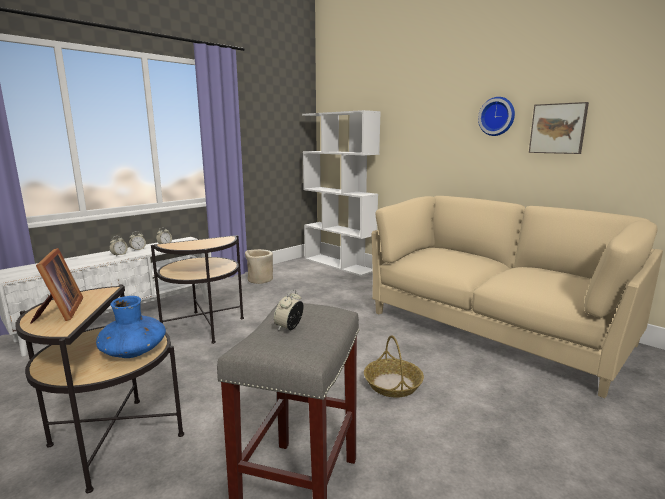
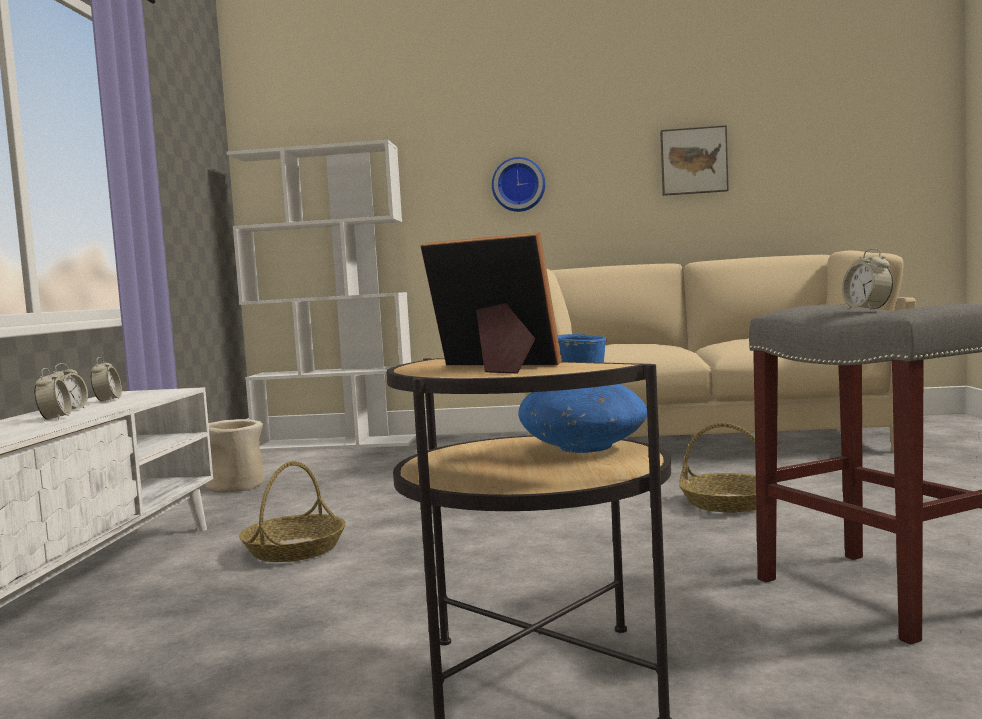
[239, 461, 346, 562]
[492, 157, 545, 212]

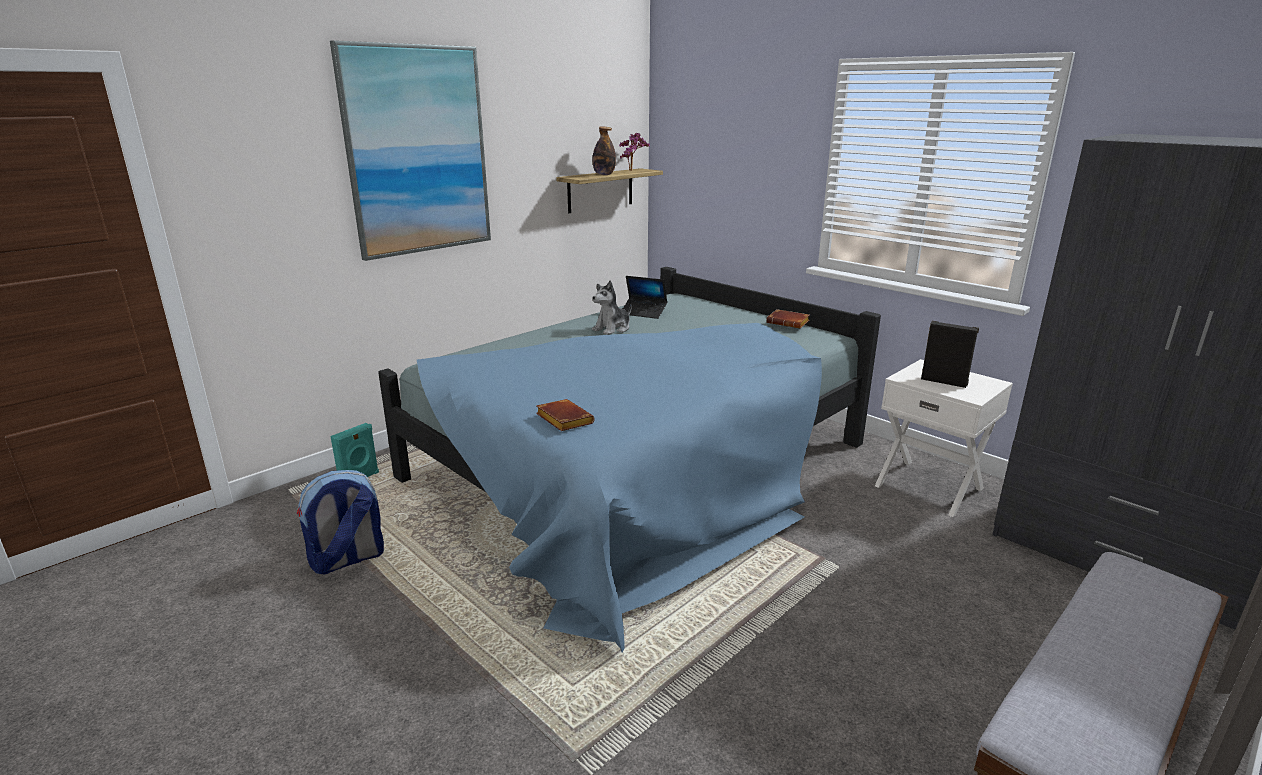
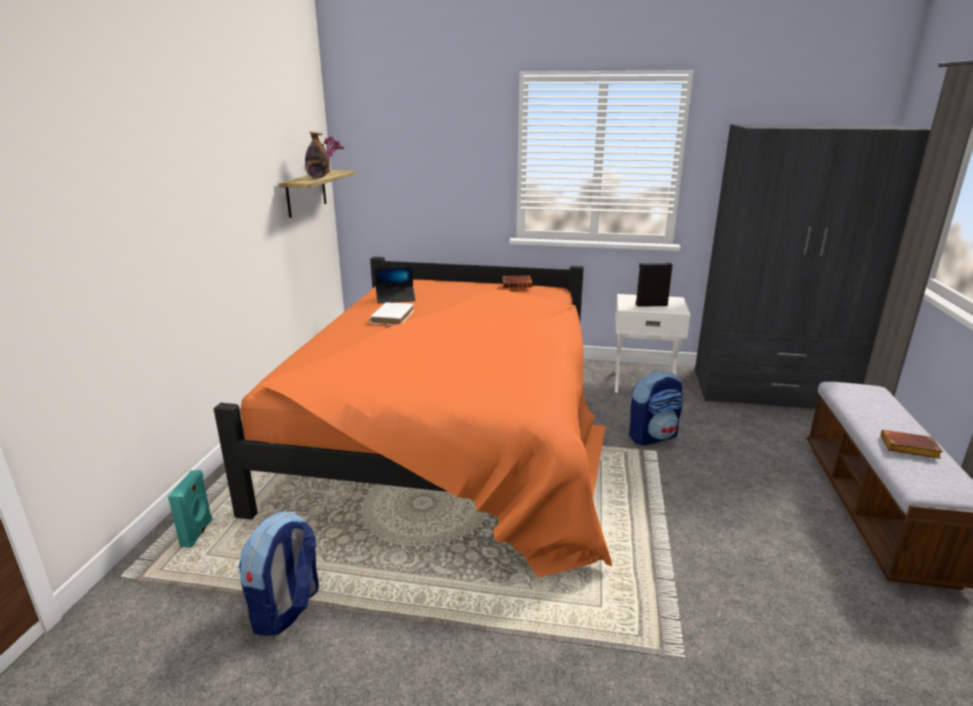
[214, 257, 612, 578]
[370, 302, 414, 325]
[629, 371, 683, 445]
[881, 430, 943, 459]
[330, 40, 491, 261] (first image)

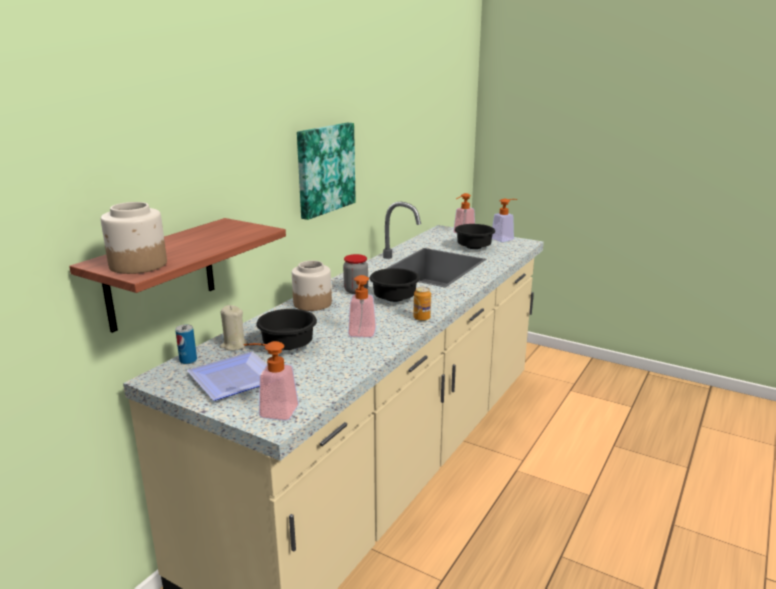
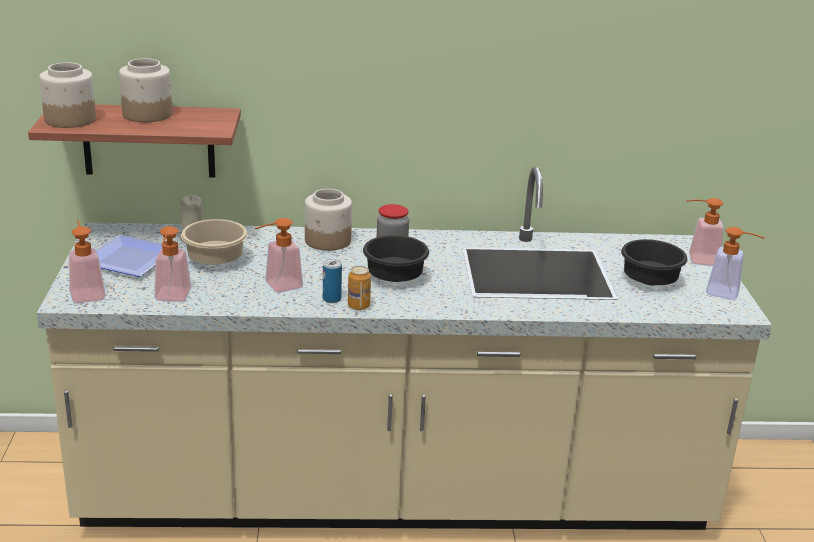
[119, 58, 172, 122]
[154, 226, 192, 302]
[181, 219, 248, 265]
[323, 259, 342, 303]
[297, 123, 356, 220] (first image)

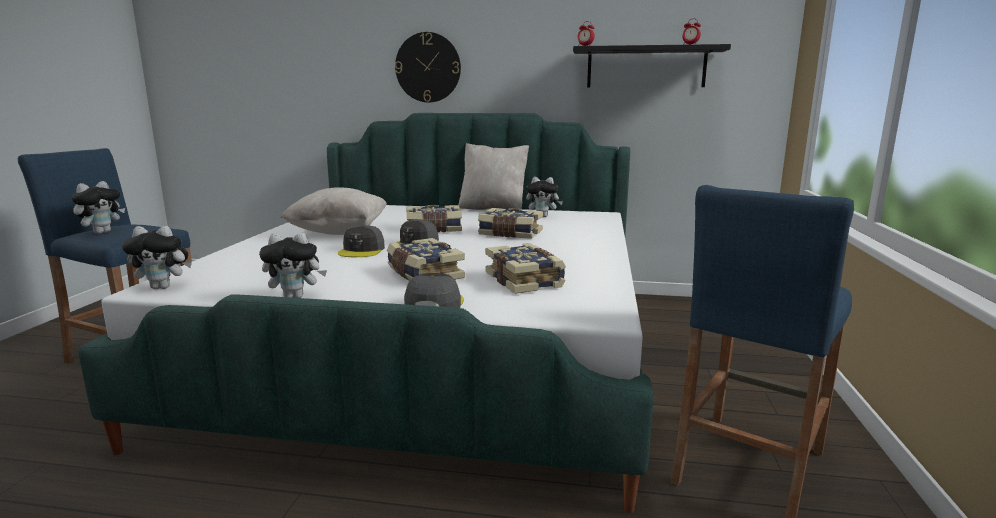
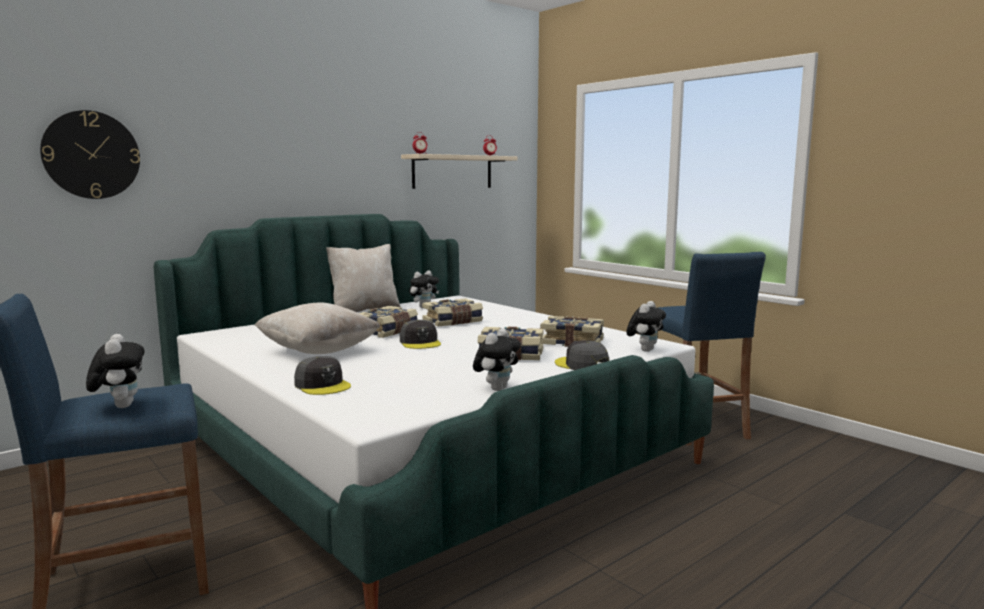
[40, 110, 140, 199]
[294, 356, 351, 395]
[401, 154, 518, 189]
[626, 301, 666, 352]

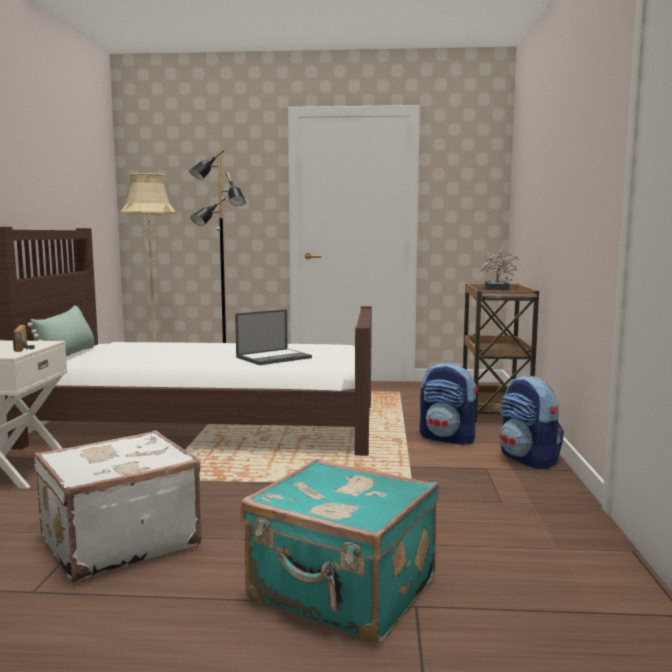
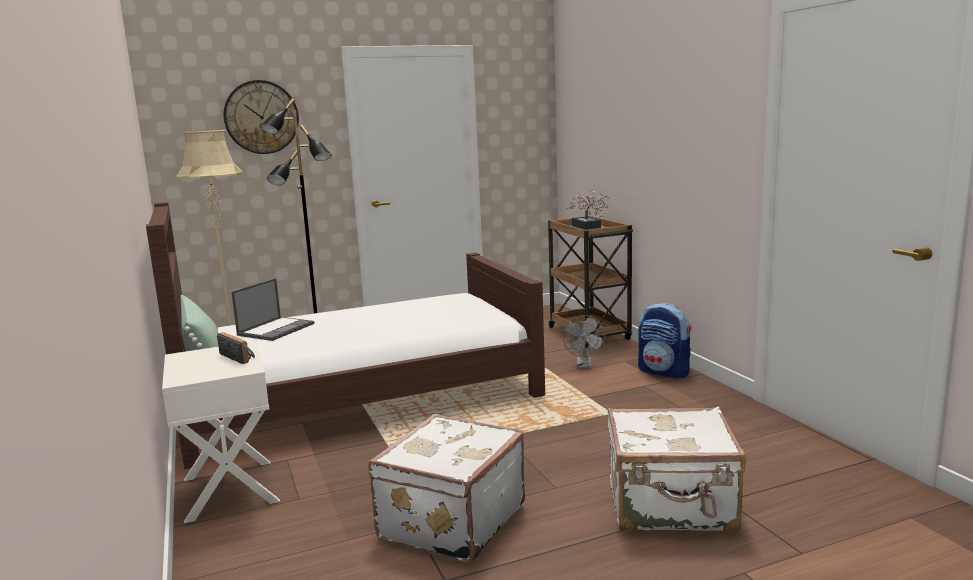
[224, 80, 299, 154]
[231, 278, 315, 341]
[563, 315, 606, 368]
[608, 407, 746, 531]

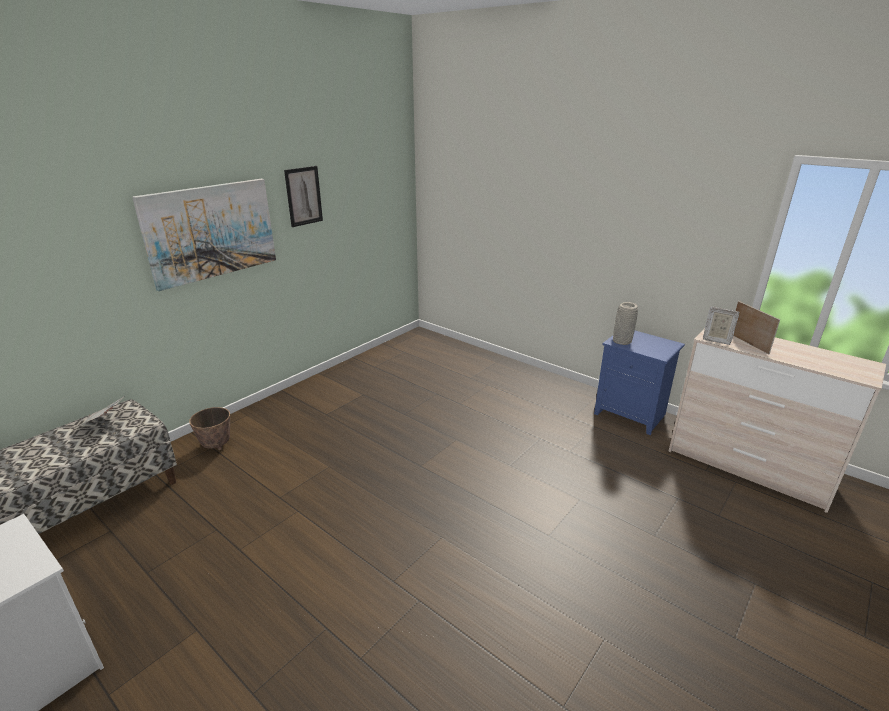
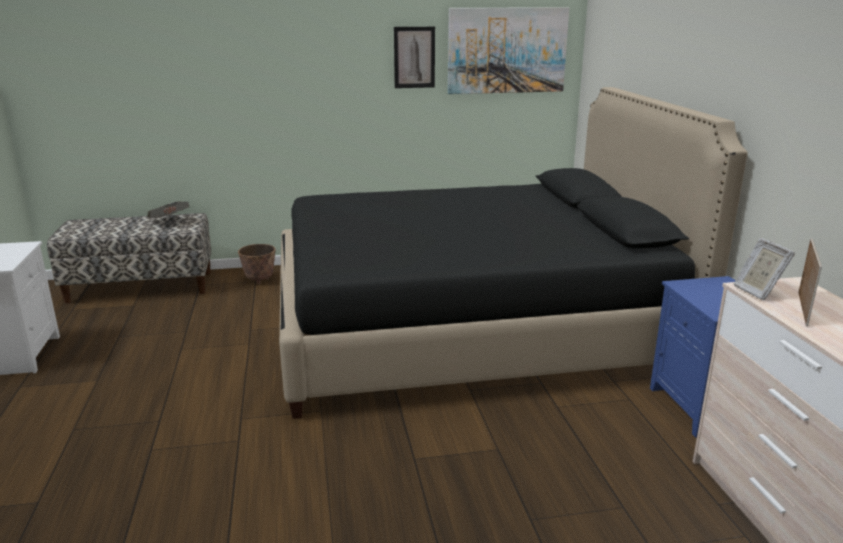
[279, 87, 748, 419]
[448, 7, 569, 94]
[613, 302, 638, 345] (first image)

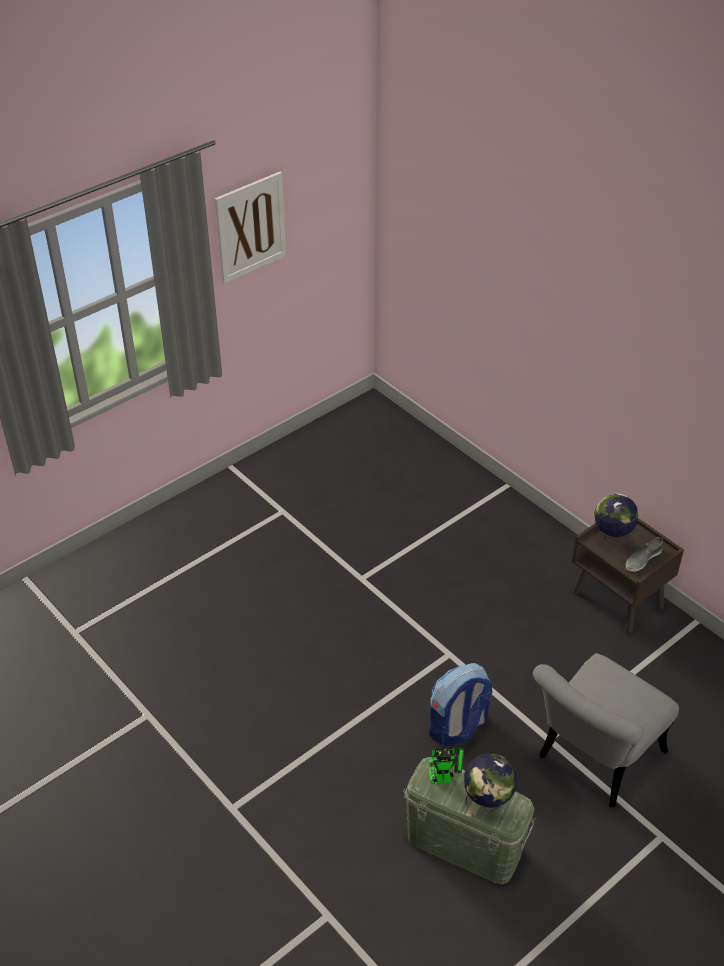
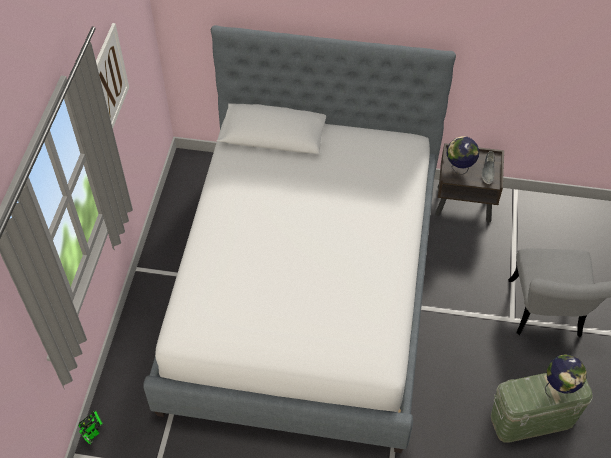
[78, 410, 103, 445]
[143, 25, 456, 453]
[429, 663, 492, 746] (first image)

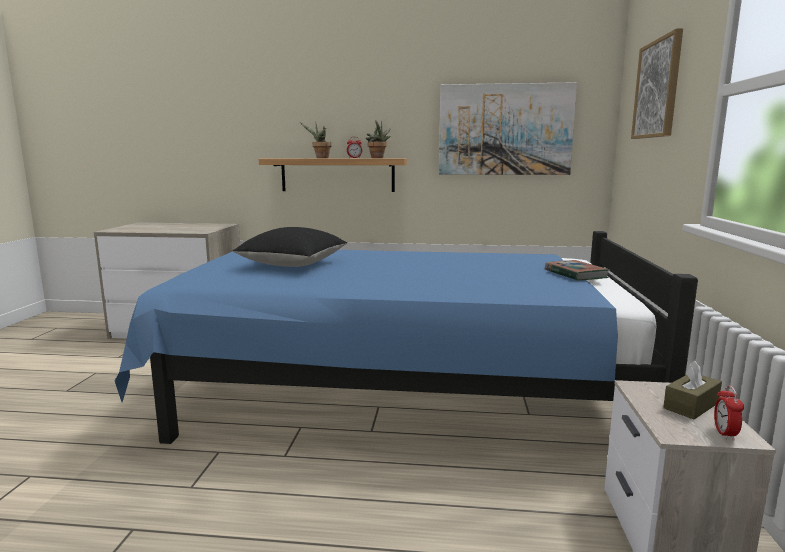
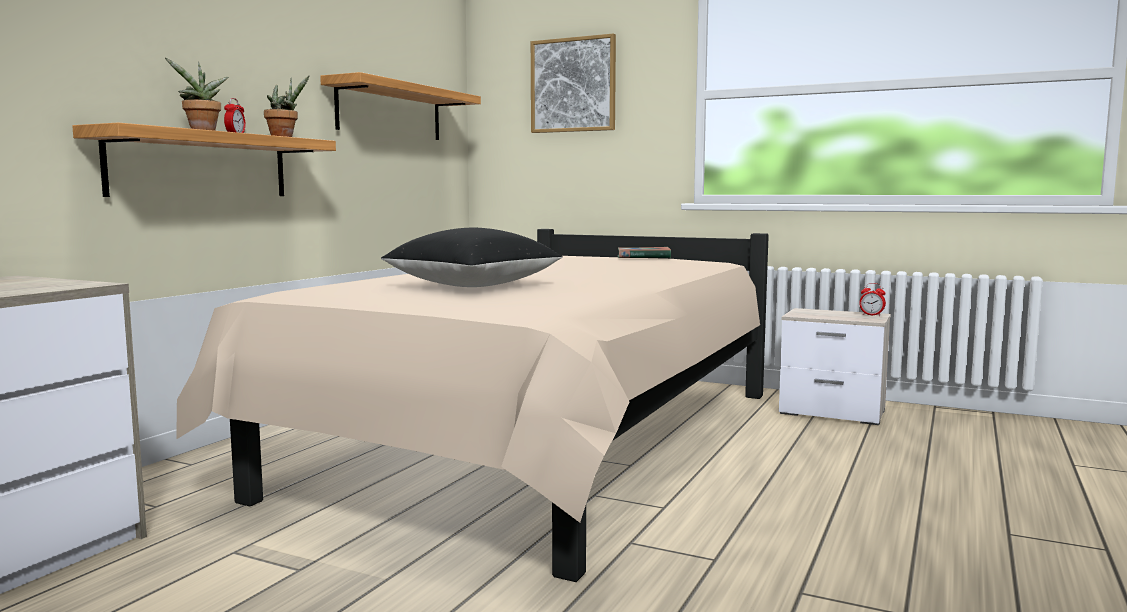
[176, 229, 769, 582]
[320, 72, 481, 140]
[663, 361, 722, 419] (first image)

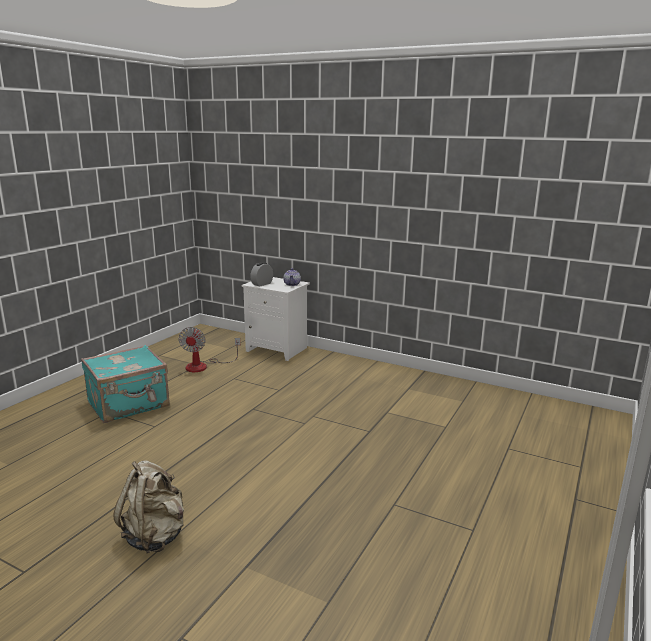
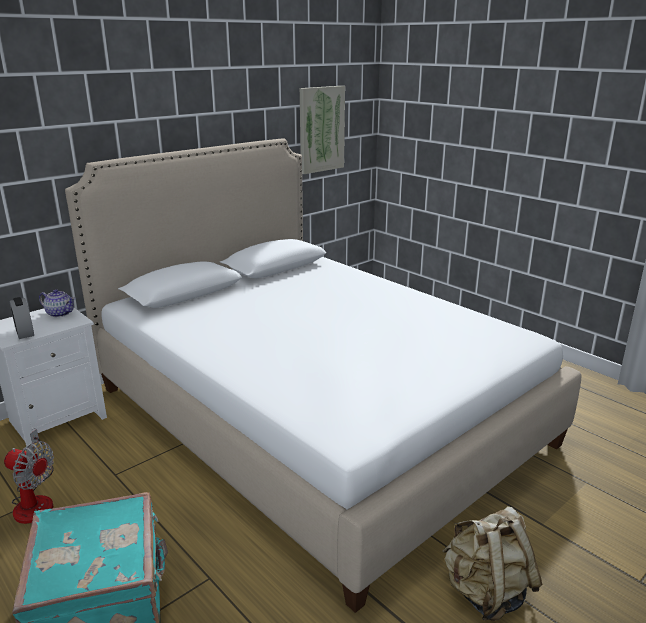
[65, 138, 581, 613]
[300, 86, 345, 174]

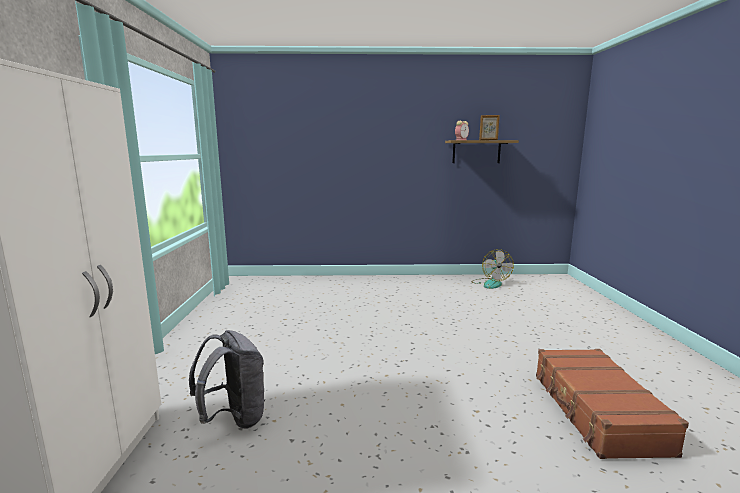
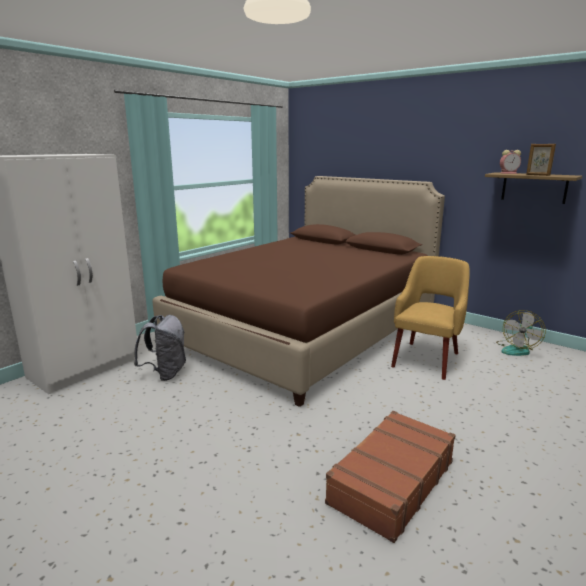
[152, 176, 445, 407]
[391, 256, 470, 380]

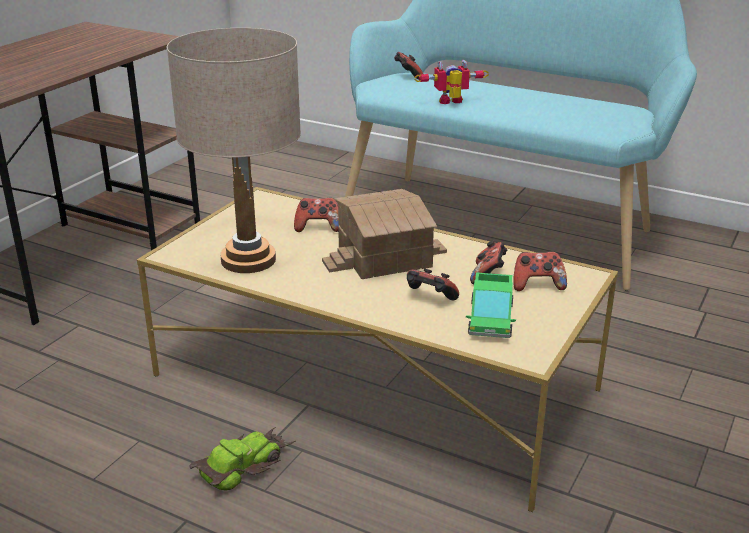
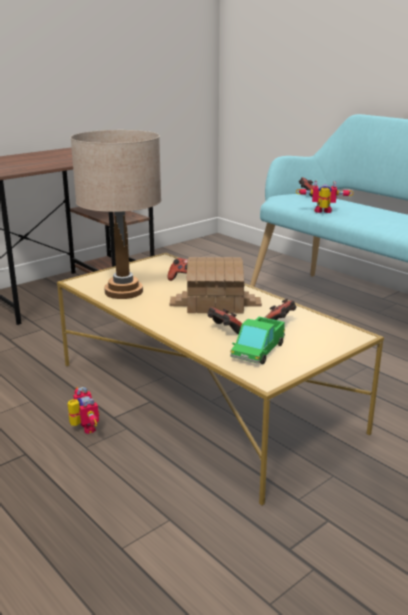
[68, 387, 99, 434]
[513, 252, 567, 291] (first image)

